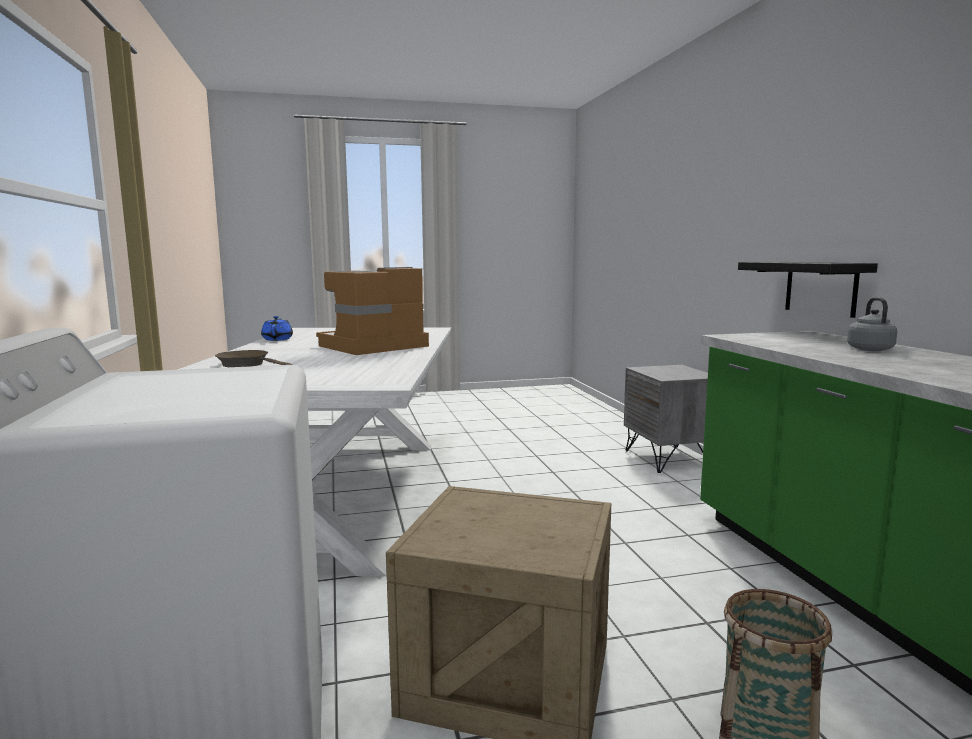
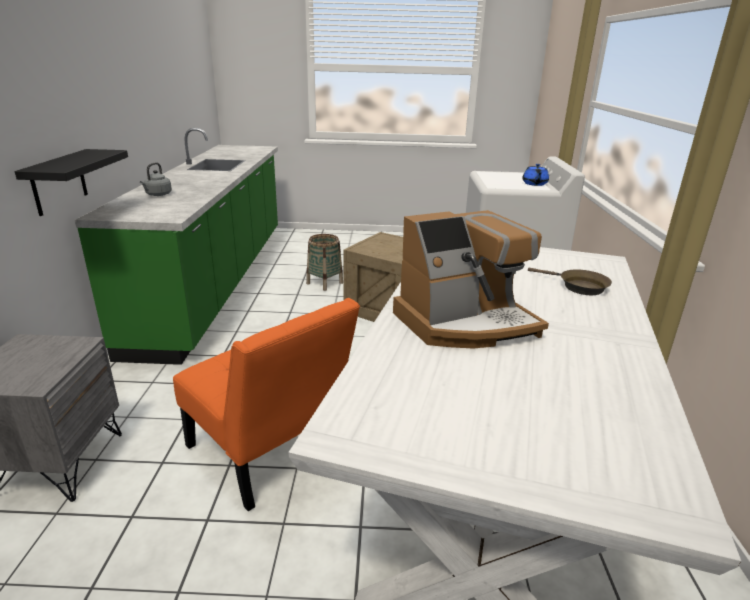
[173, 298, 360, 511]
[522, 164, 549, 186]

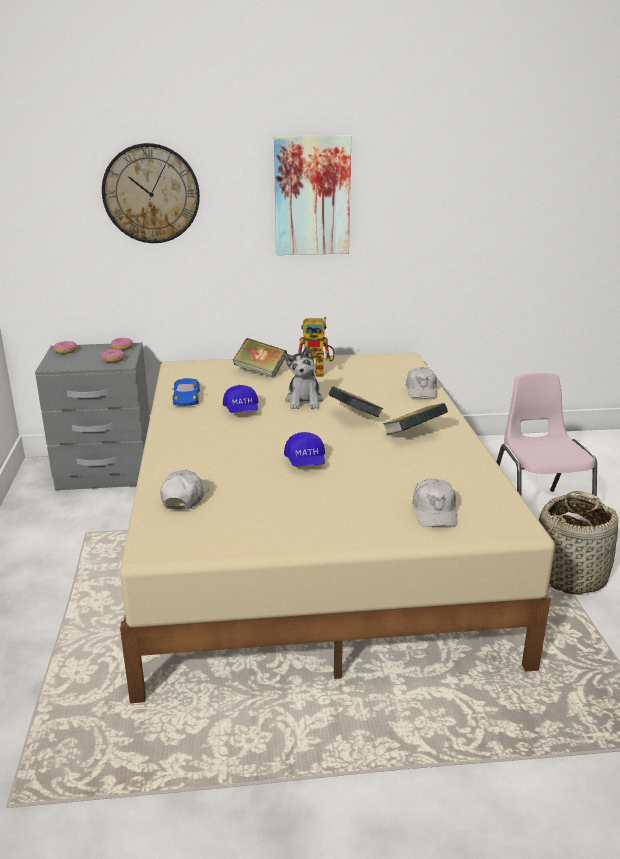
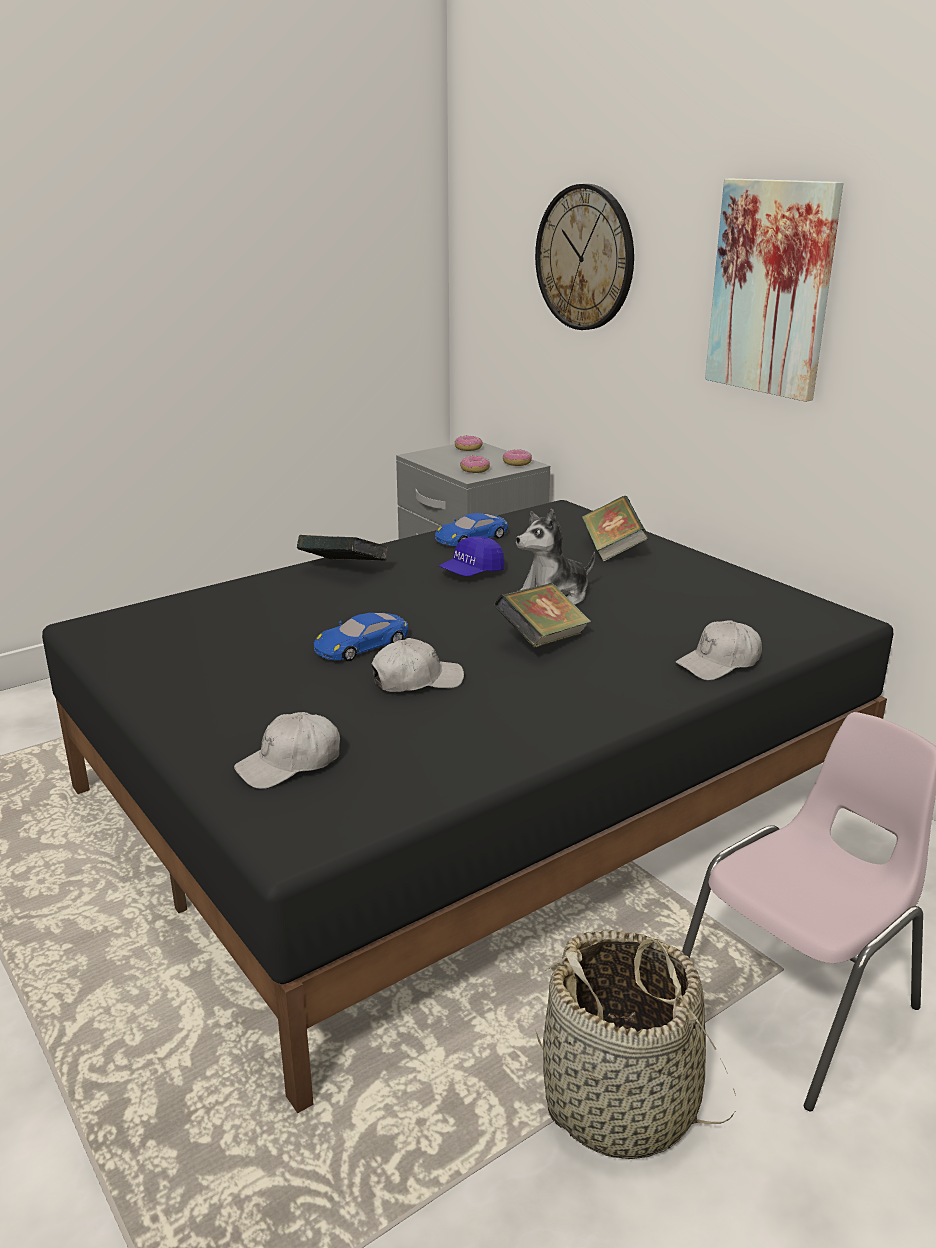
[42, 500, 893, 1113]
[297, 535, 388, 561]
[314, 613, 408, 661]
[371, 638, 464, 692]
[298, 317, 335, 377] (first image)

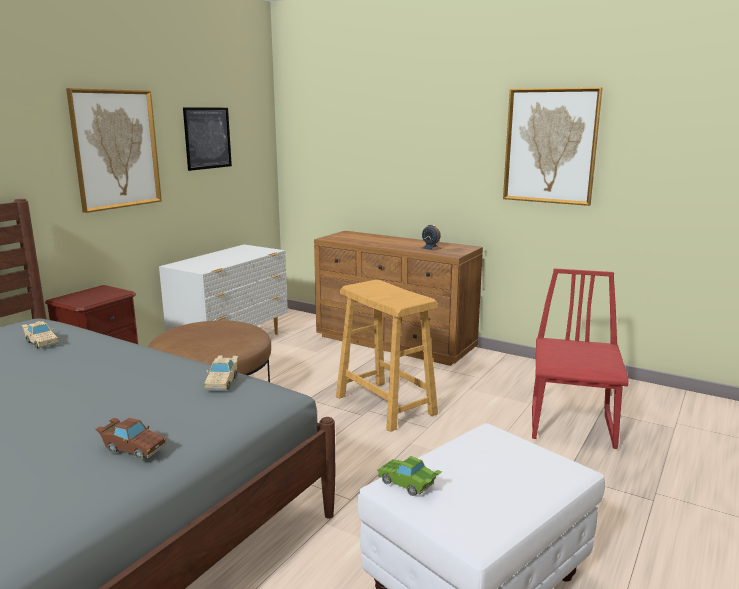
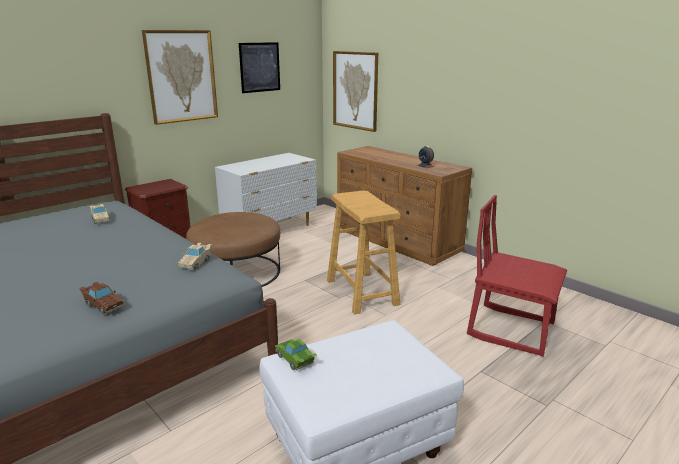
[333, 51, 378, 132]
[467, 195, 567, 357]

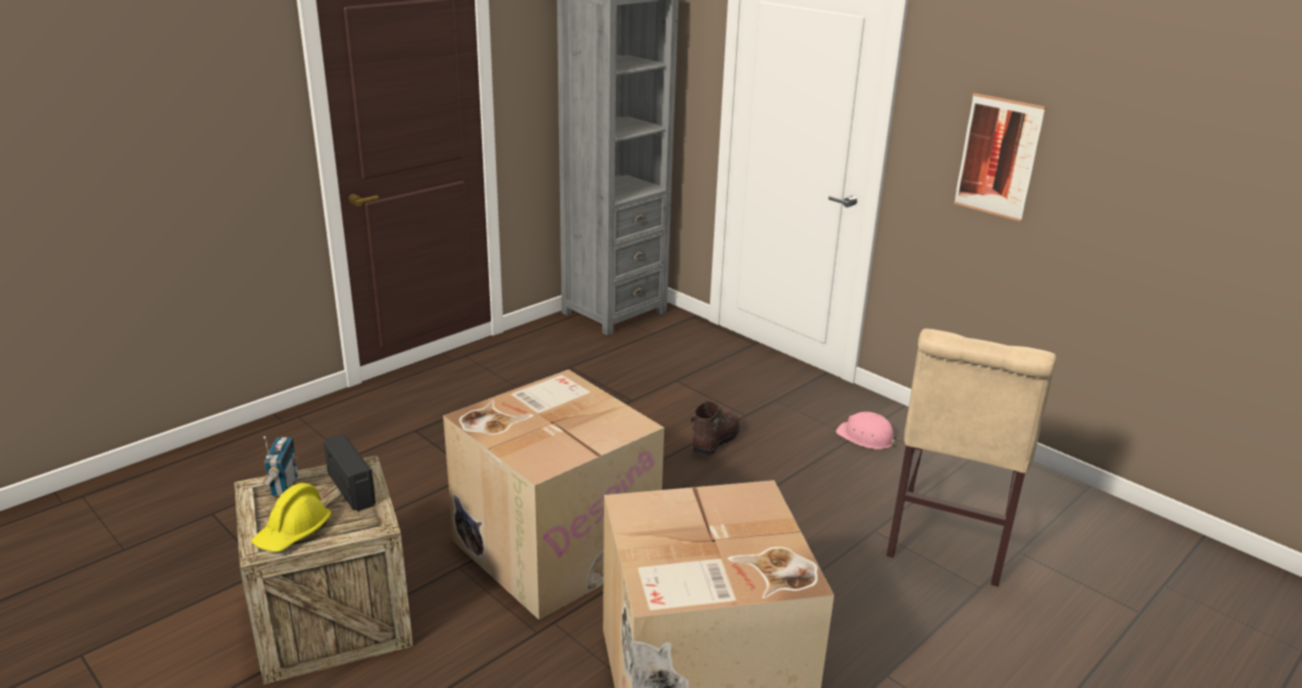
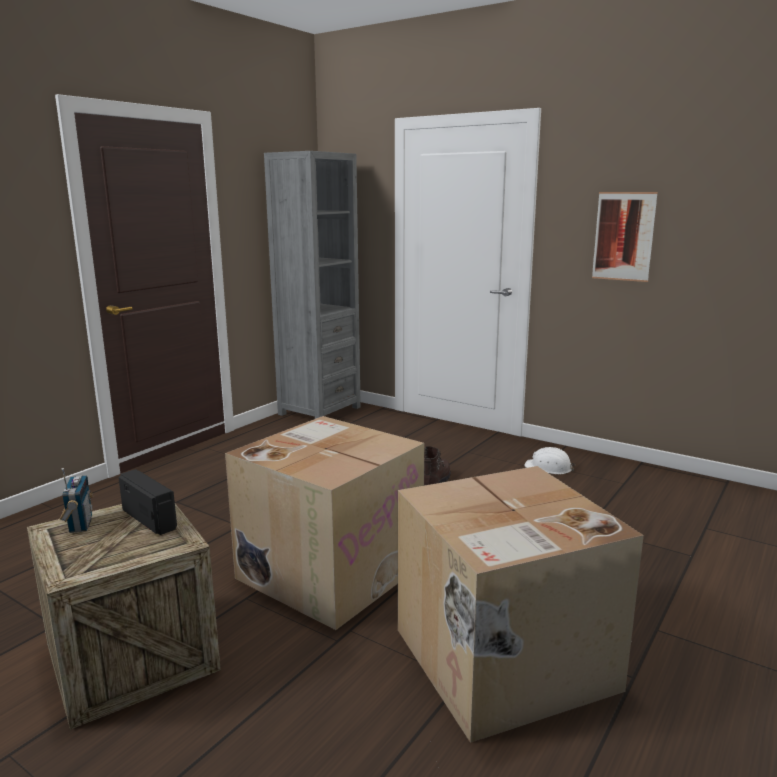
[524, 447, 576, 474]
[251, 483, 331, 552] (first image)
[886, 329, 1056, 587] (first image)

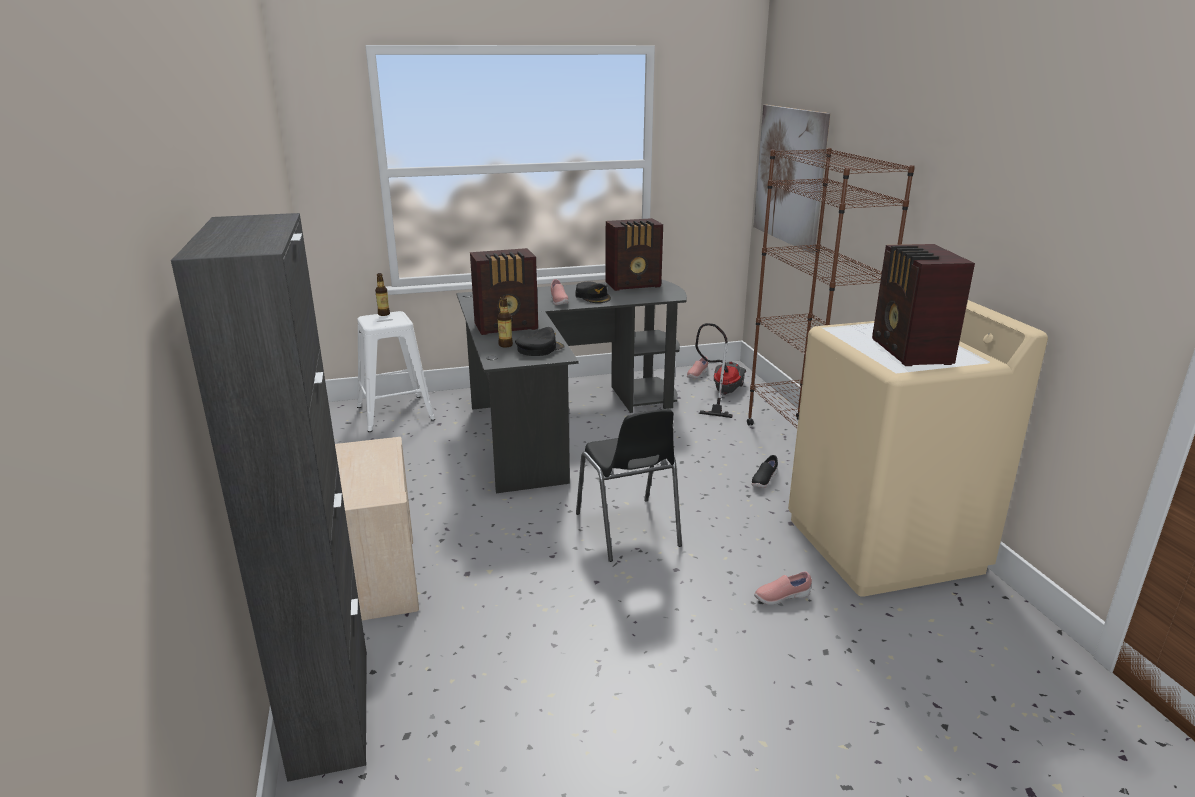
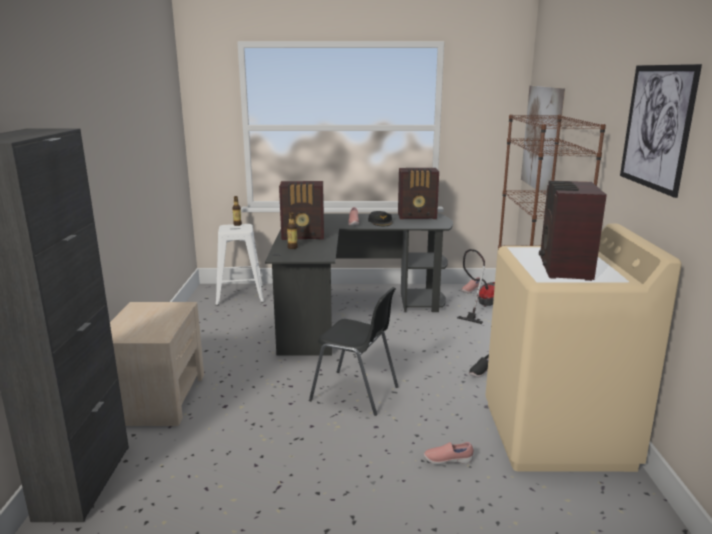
[309, 287, 398, 416]
[620, 64, 702, 198]
[515, 327, 565, 356] (first image)

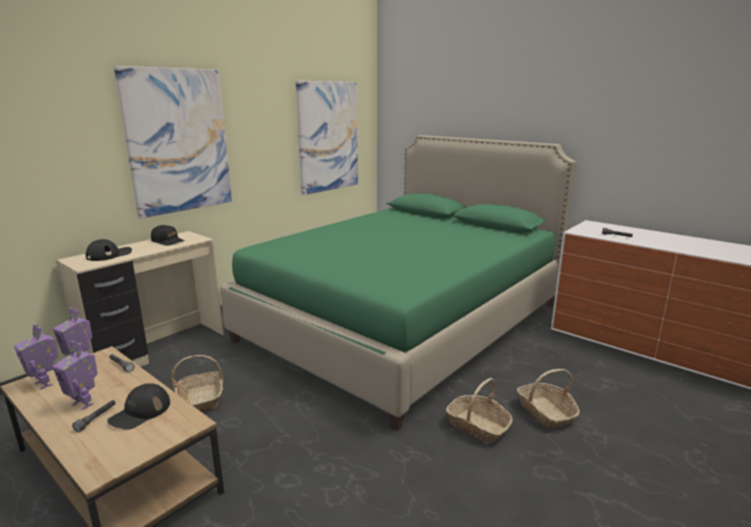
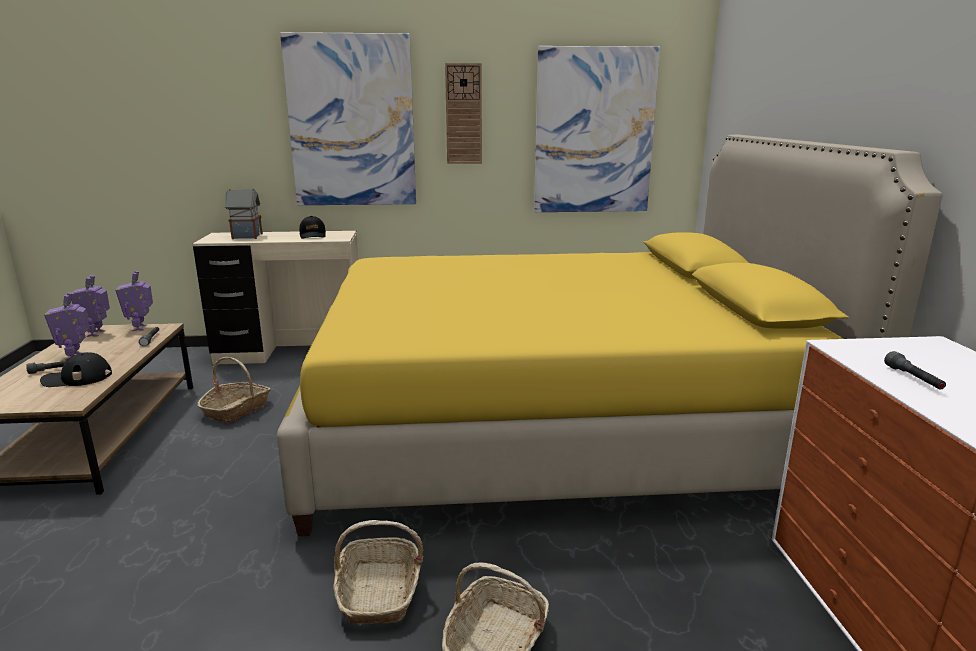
[225, 188, 263, 239]
[277, 135, 943, 536]
[445, 63, 482, 164]

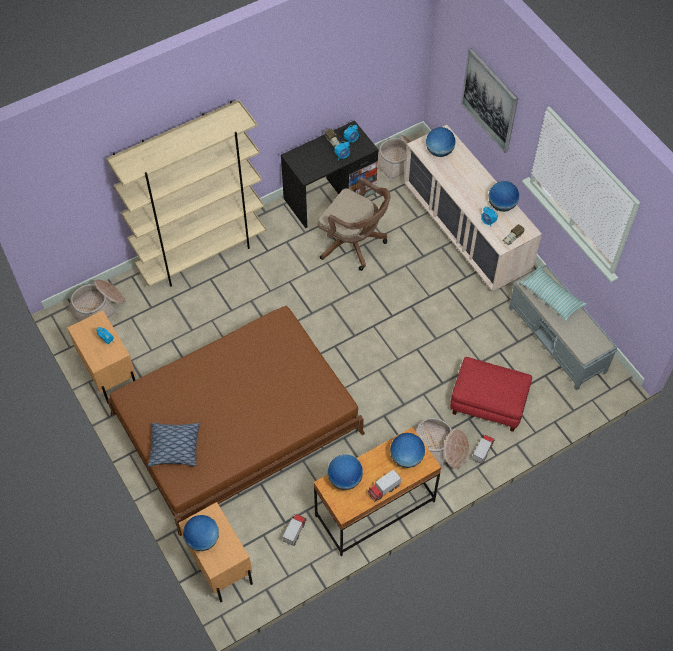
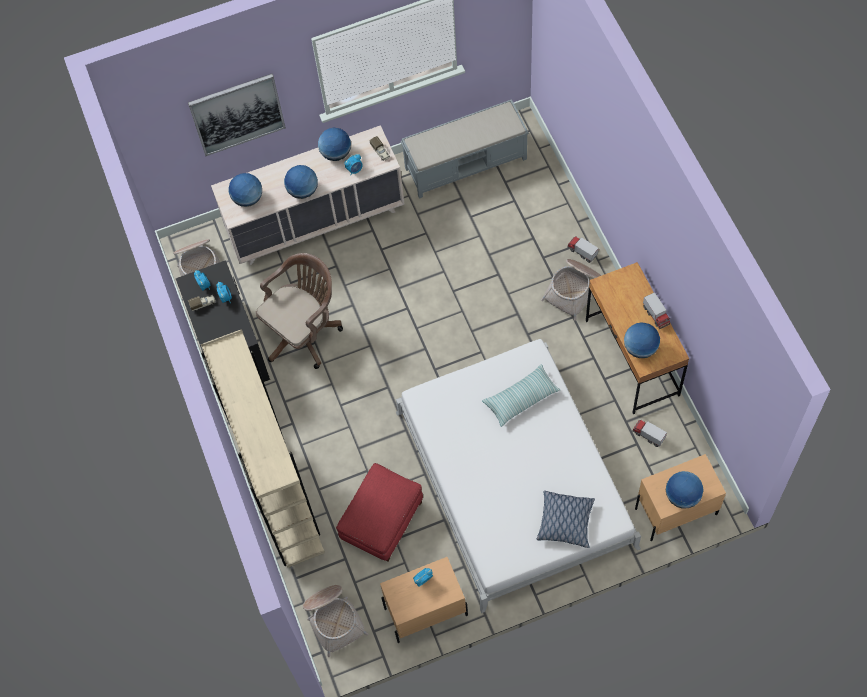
[284, 165, 318, 199]
[336, 463, 423, 562]
[396, 339, 641, 613]
[482, 364, 560, 427]

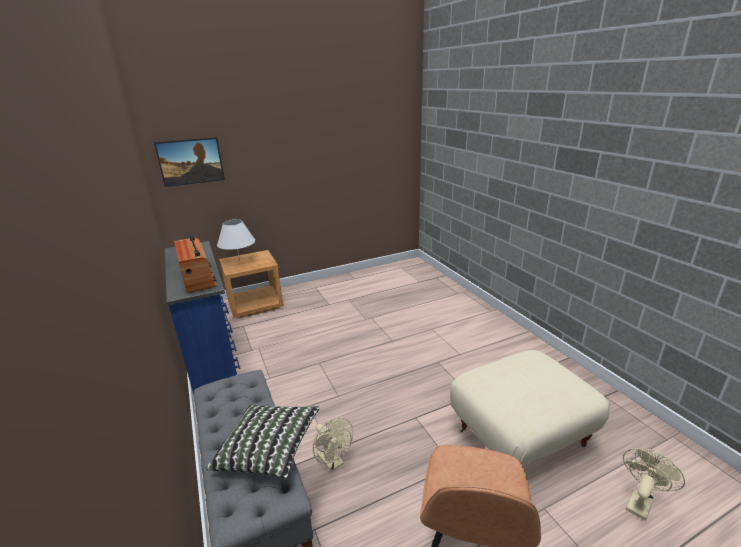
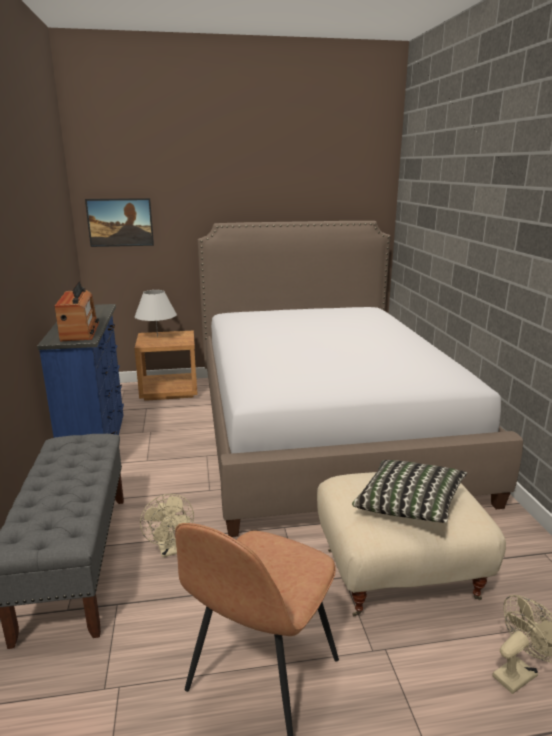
[198, 221, 523, 537]
[352, 460, 467, 523]

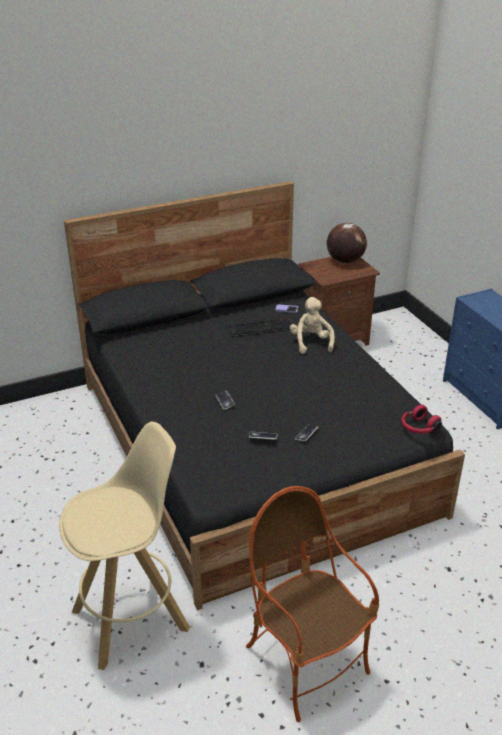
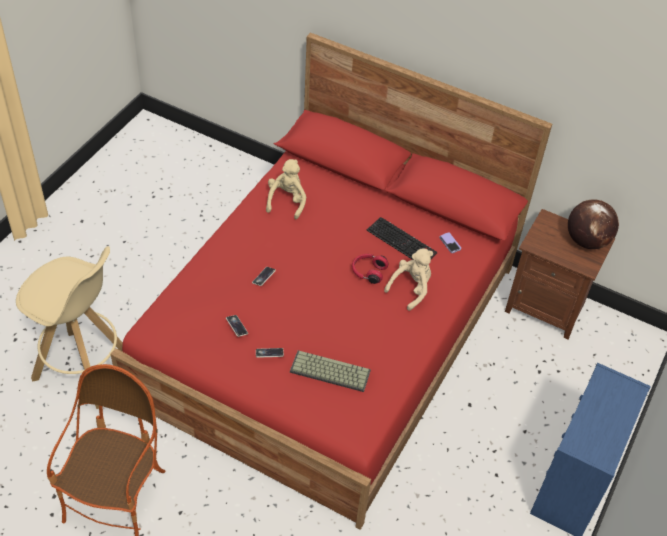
[111, 33, 552, 530]
[266, 159, 306, 219]
[290, 350, 371, 392]
[352, 254, 389, 284]

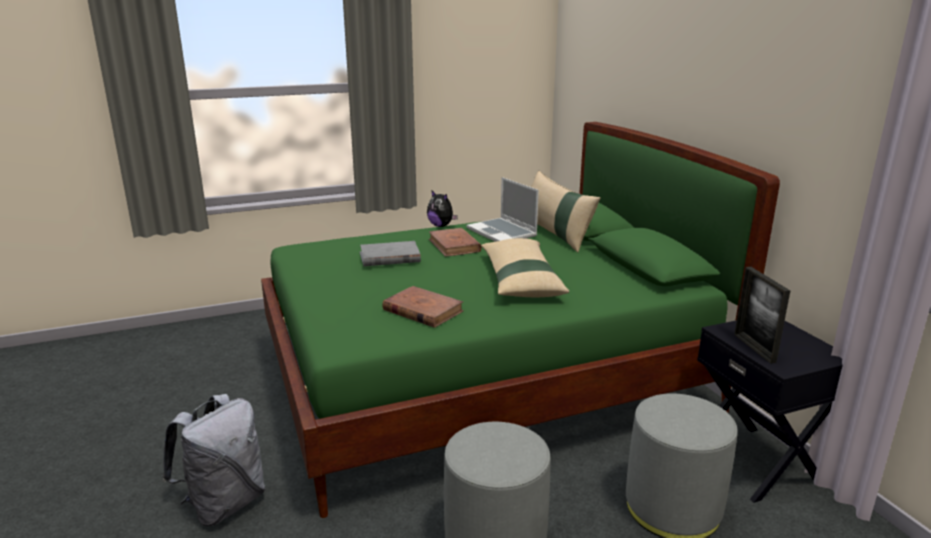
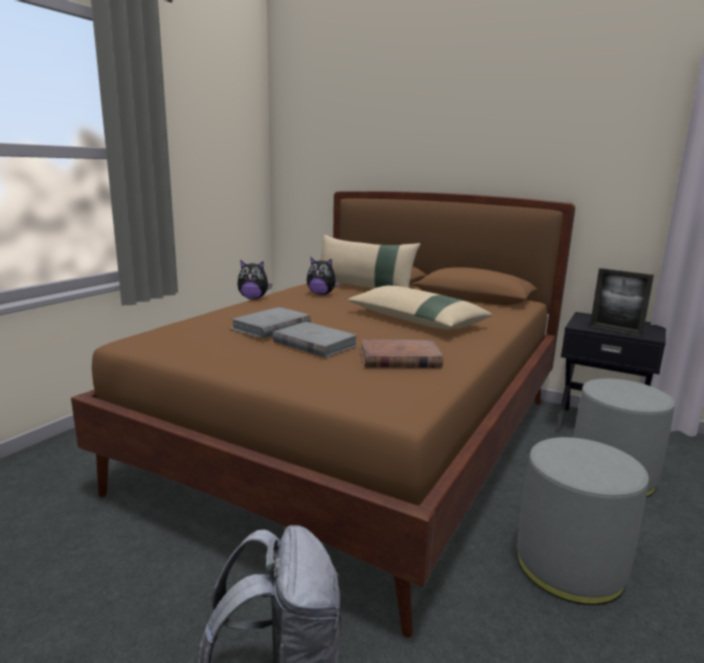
[71, 191, 575, 638]
[272, 322, 358, 358]
[307, 258, 340, 295]
[429, 228, 482, 257] (first image)

